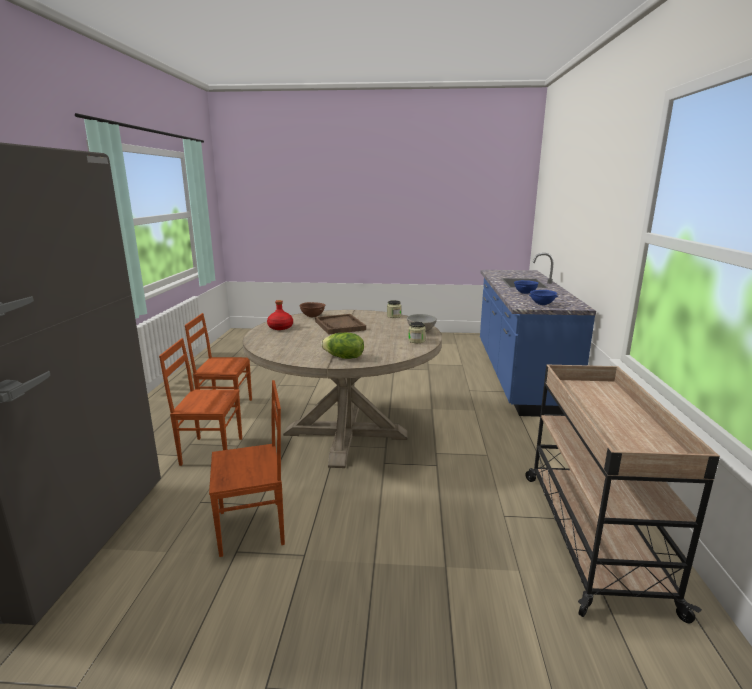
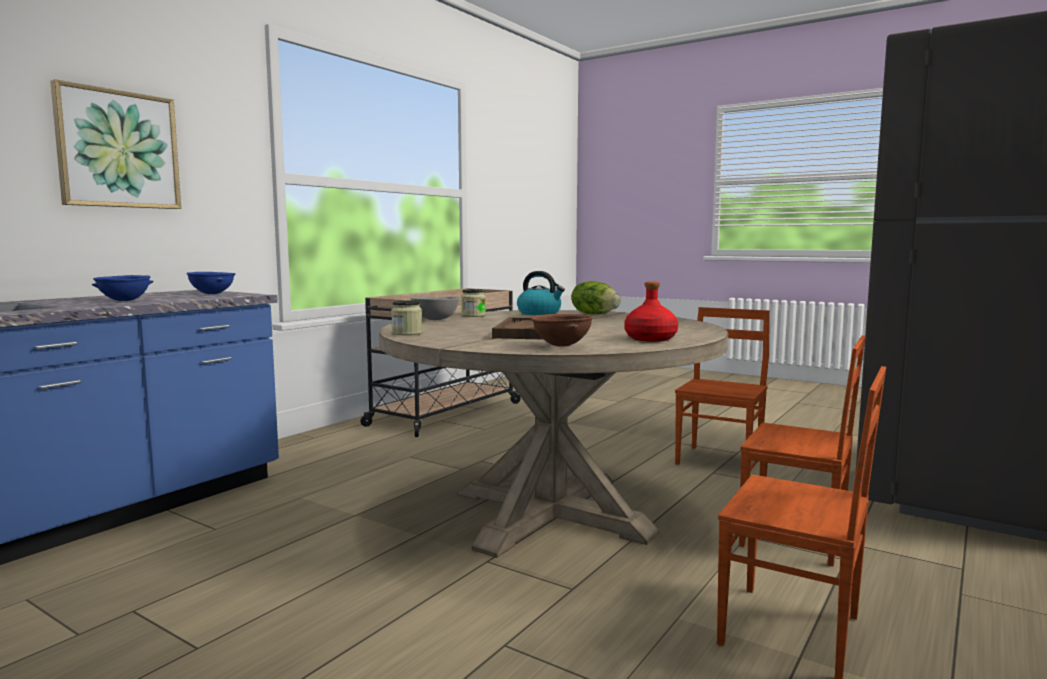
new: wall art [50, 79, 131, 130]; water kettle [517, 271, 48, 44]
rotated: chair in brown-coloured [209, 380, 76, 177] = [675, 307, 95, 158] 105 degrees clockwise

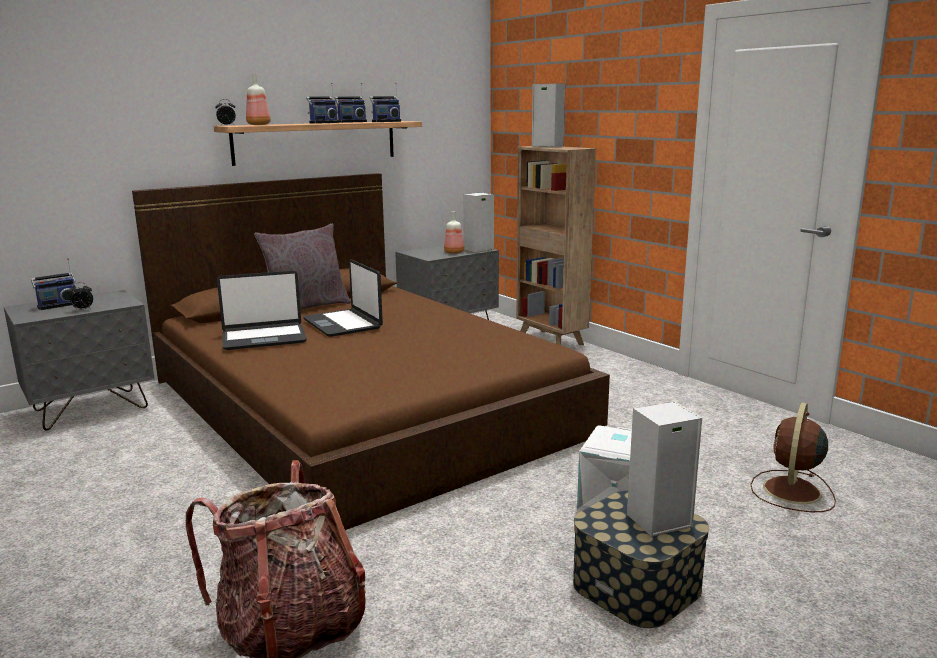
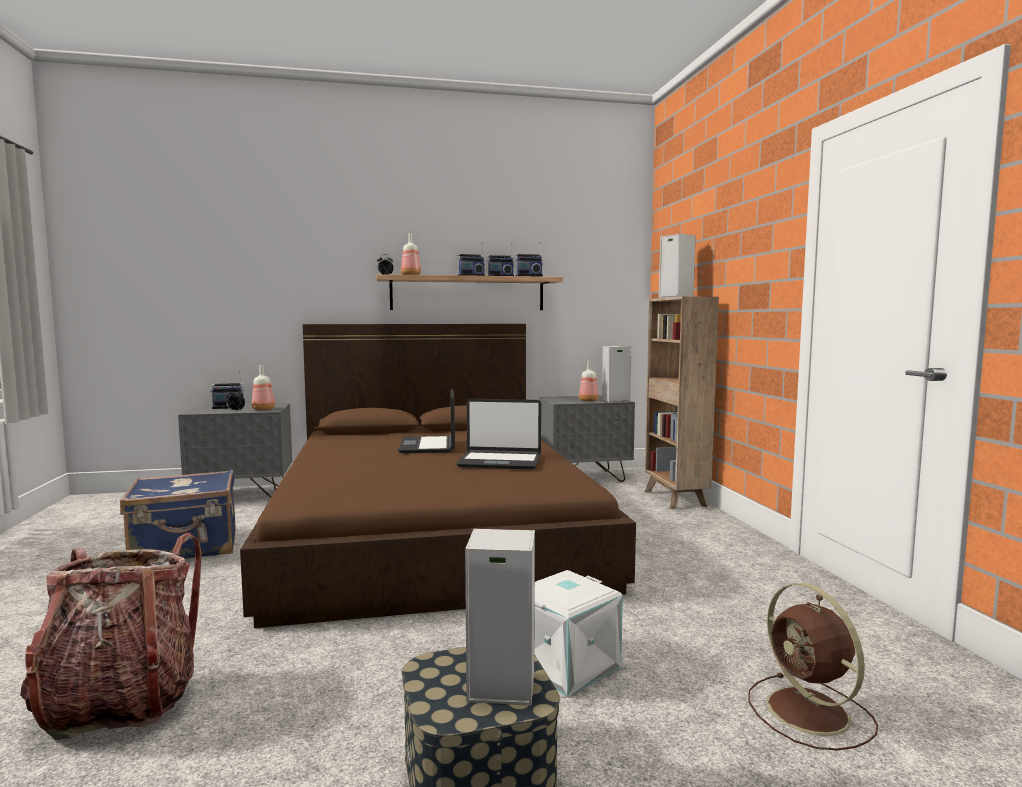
gone: cushion in greyish [254, 224, 97, 86]
new: suitcase in blue-coloured [120, 470, 116, 89]; drink bottle [252, 365, 23, 45]
shifted: notebook computer [217, 271, 90, 79] to [456, 399, 85, 70]
rotated: fan in brown-coloured [750, 403, 86, 109] = [748, 583, 130, 168] 75 degrees counterclockwise

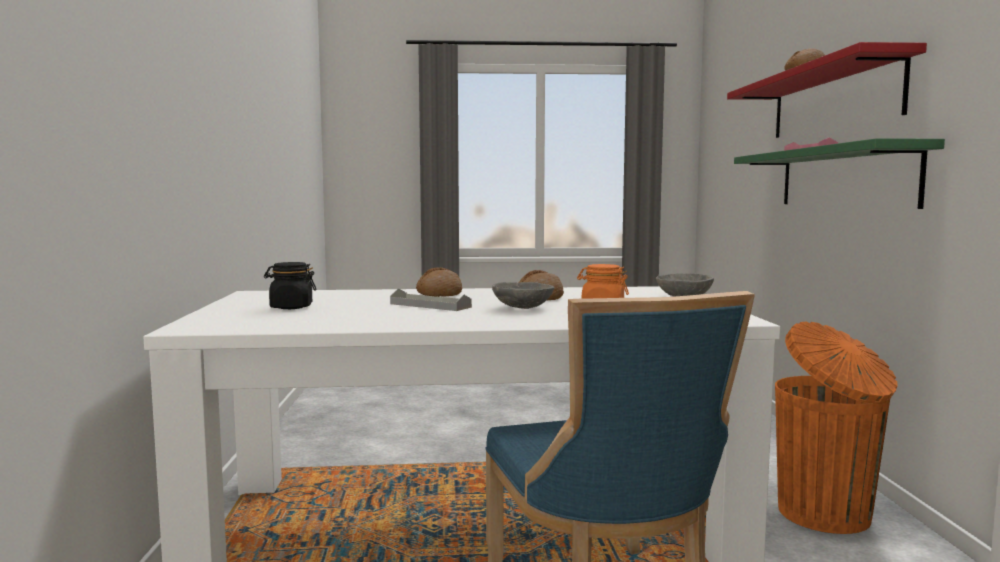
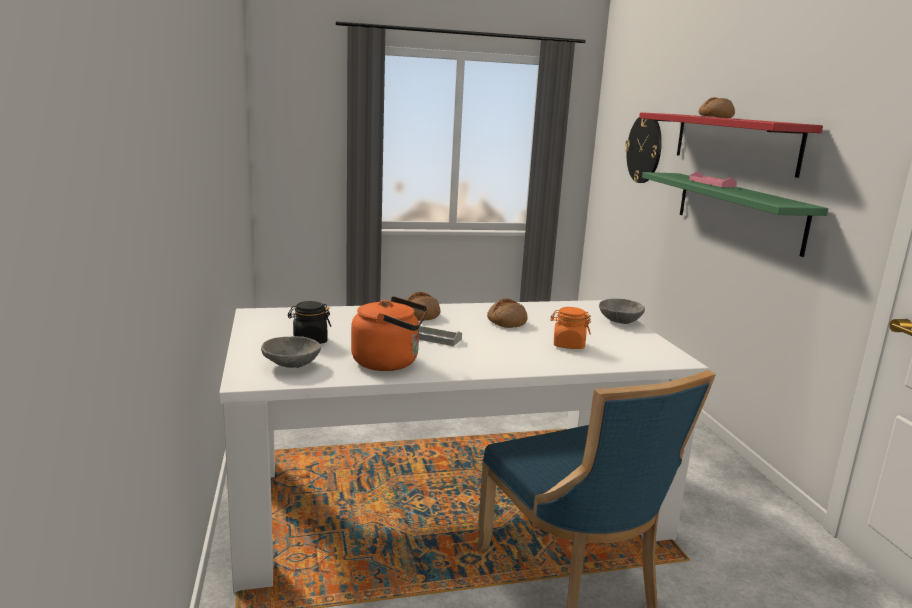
gone: rubbish bin in orangey [775, 321, 123, 213]
new: water kettle in orangey [351, 296, 77, 75]; wall clock [625, 117, 37, 66]
shifted: serving bowl in greyish [492, 282, 62, 27] to [261, 336, 60, 32]

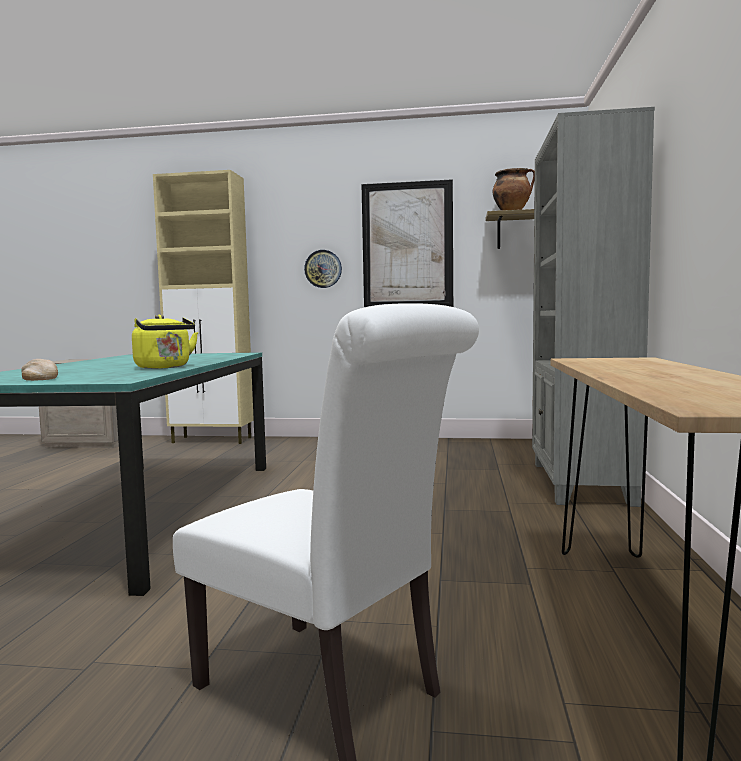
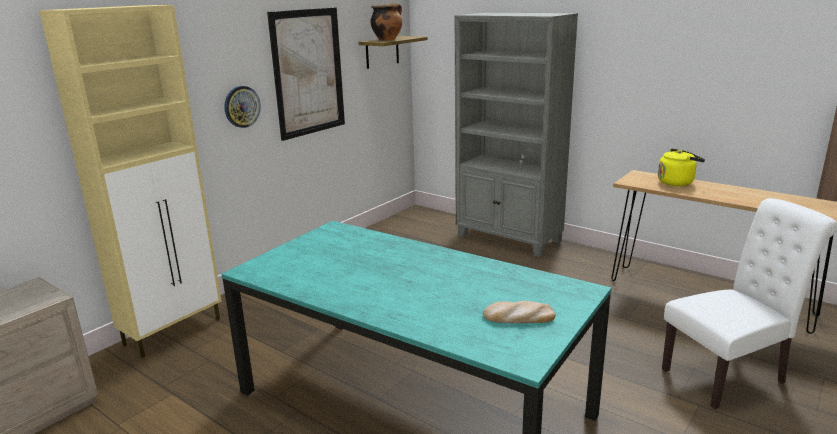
shifted: water kettle in yellow [132, 315, 66, 54] to [658, 149, 47, 37]

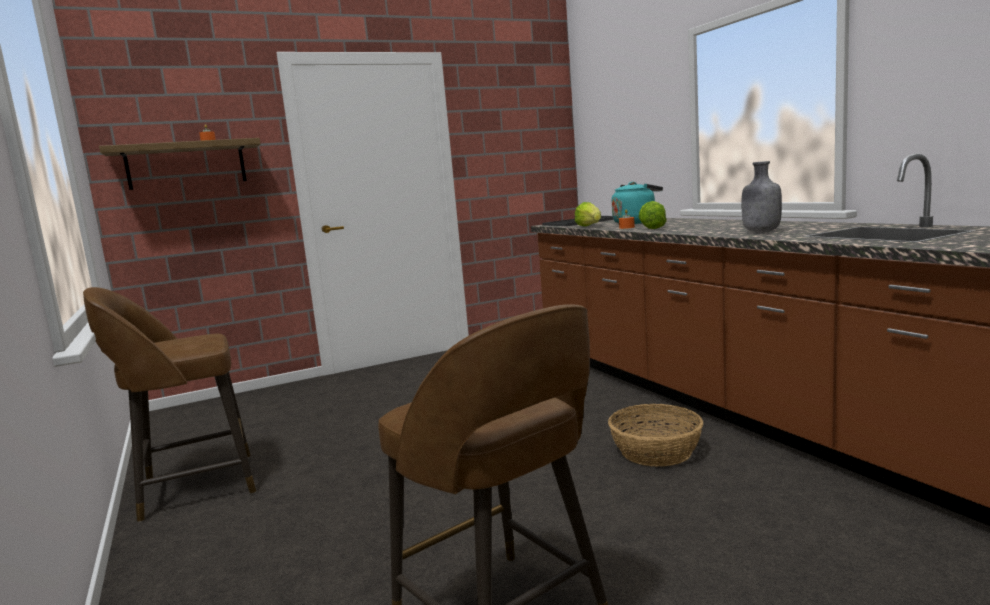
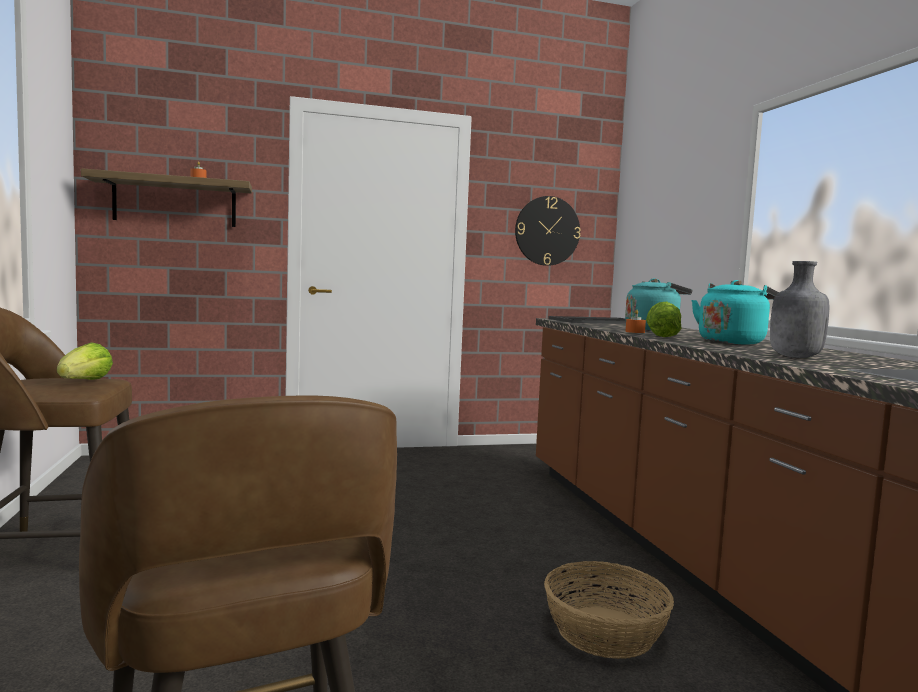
new: wall clock [515, 196, 66, 70]; water kettle in blue-green [691, 280, 88, 64]
shifted: lettuce [575, 202, 26, 24] to [57, 342, 56, 38]

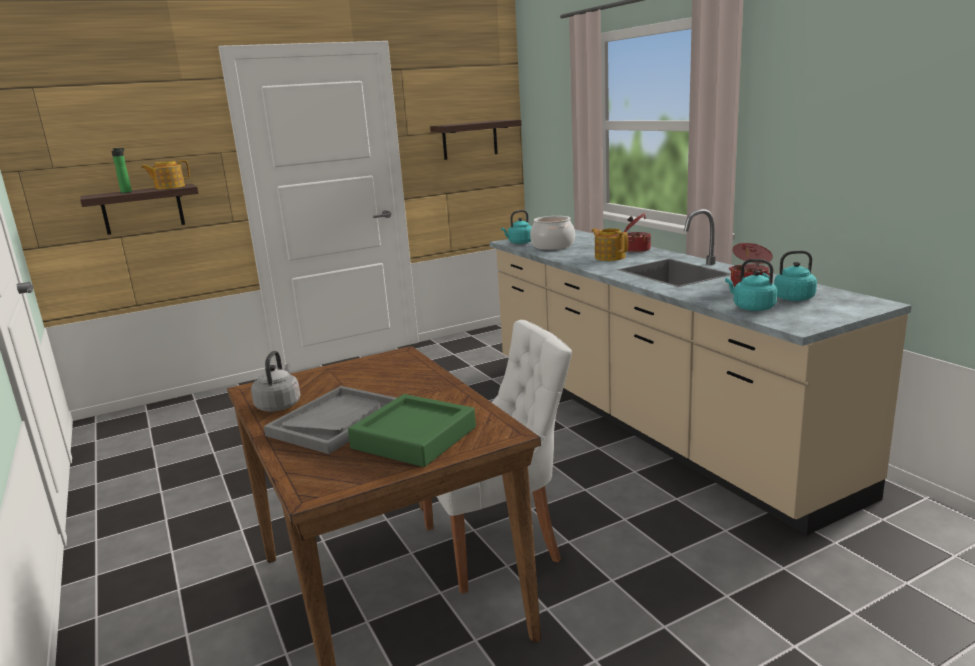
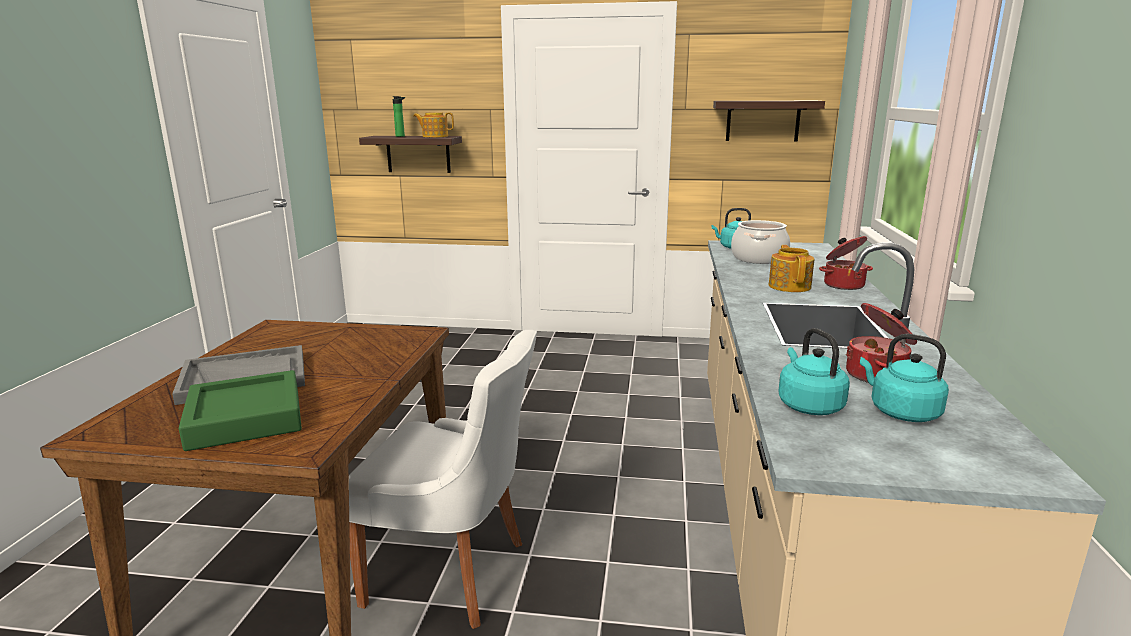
gone: water kettle in greyish [251, 351, 49, 61]

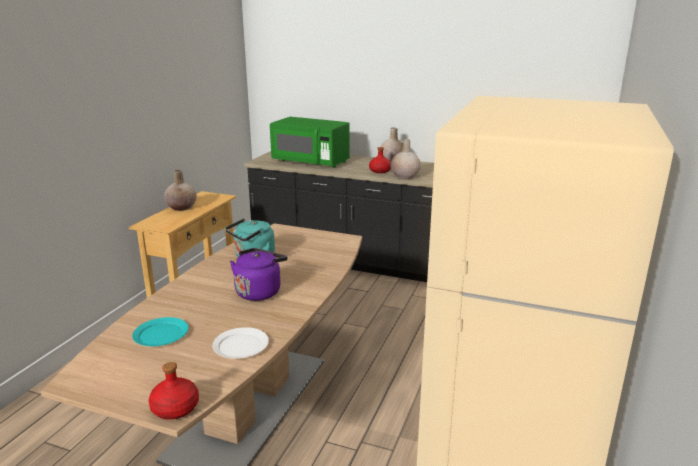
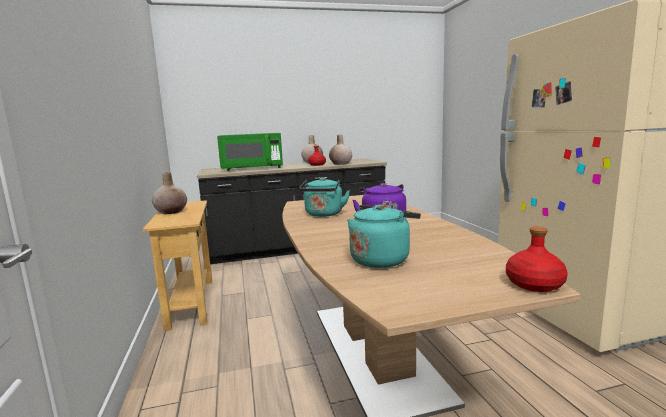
gone: flat dish in whitish [212, 327, 57, 32]
swapped: flat dish in blue-green [132, 317, 57, 29] to water kettle in blue-green [347, 205, 74, 63]

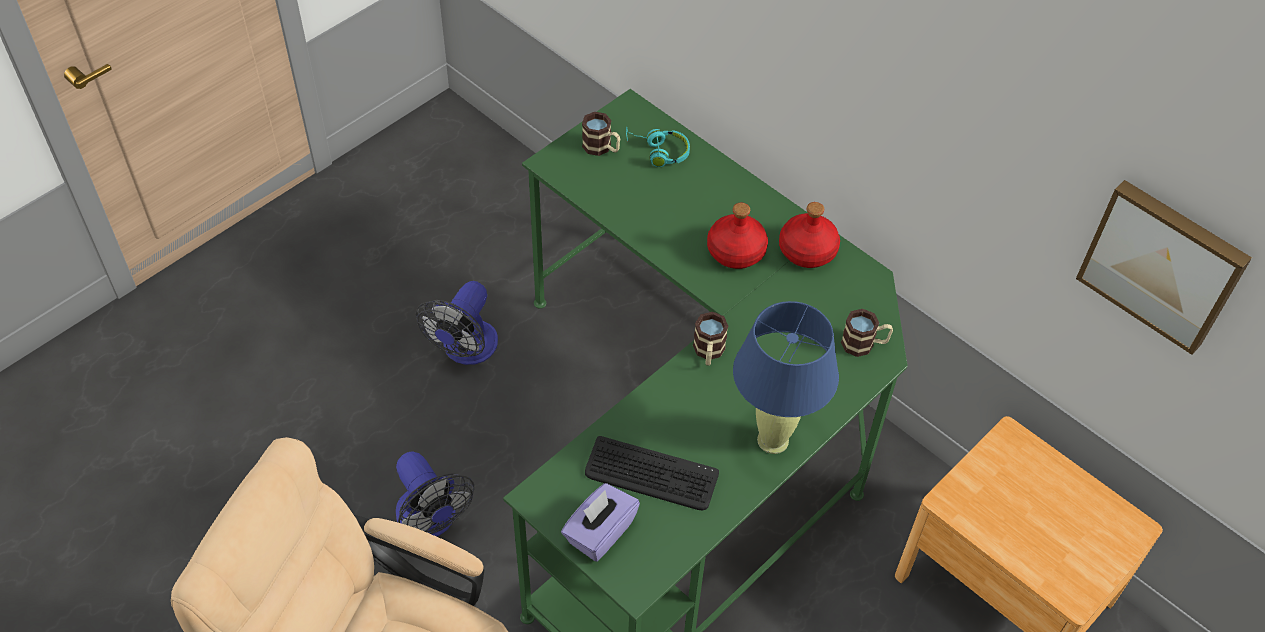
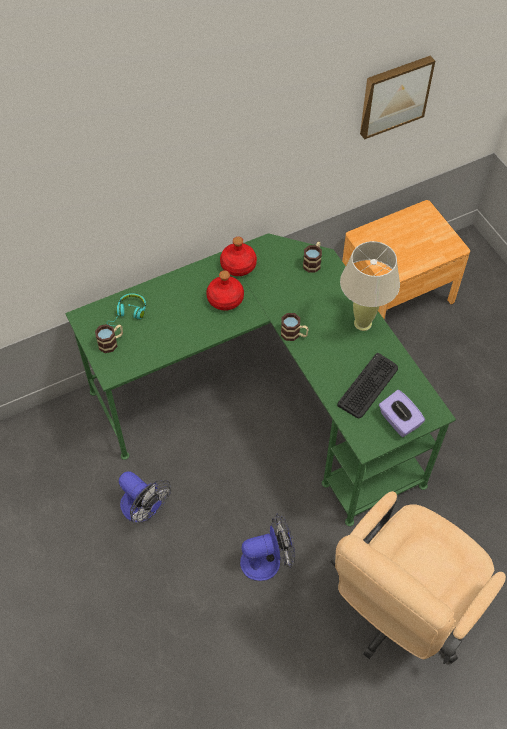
repainted: tabletop lamp in blue-coloured [733, 301, 106, 153] to tabletop lamp in beige [340, 241, 60, 90]

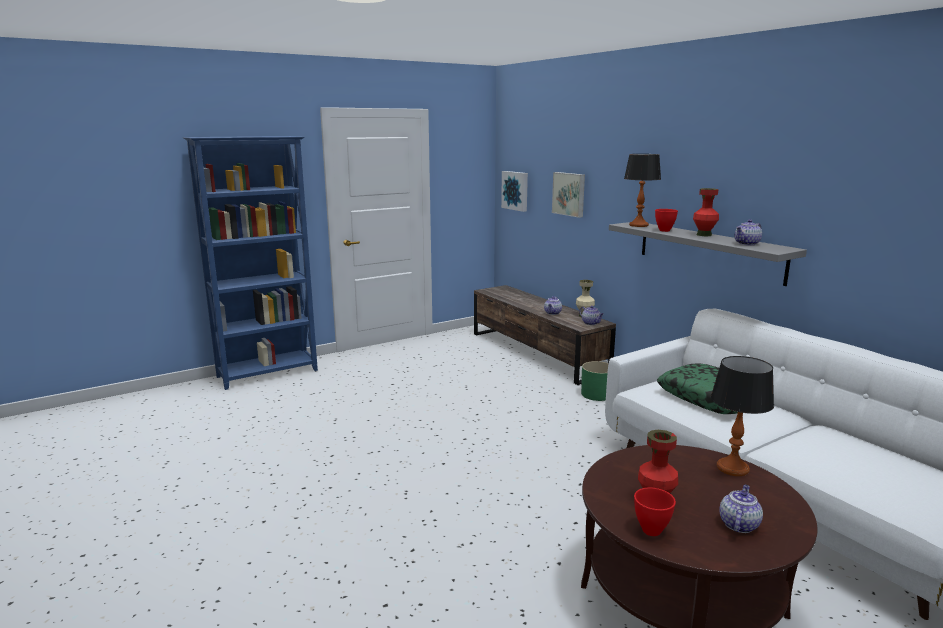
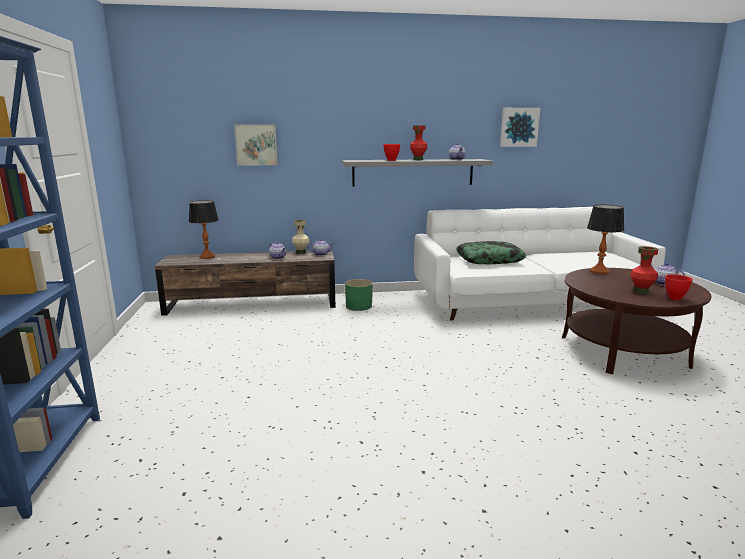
shifted: wall art [501, 171, 27, 41] to [500, 108, 40, 39]; tabletop lamp [624, 154, 37, 73] to [189, 200, 30, 59]

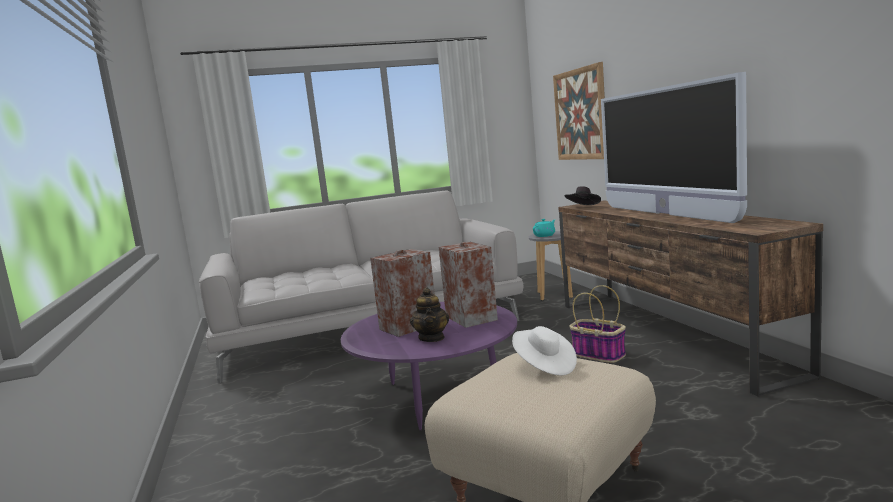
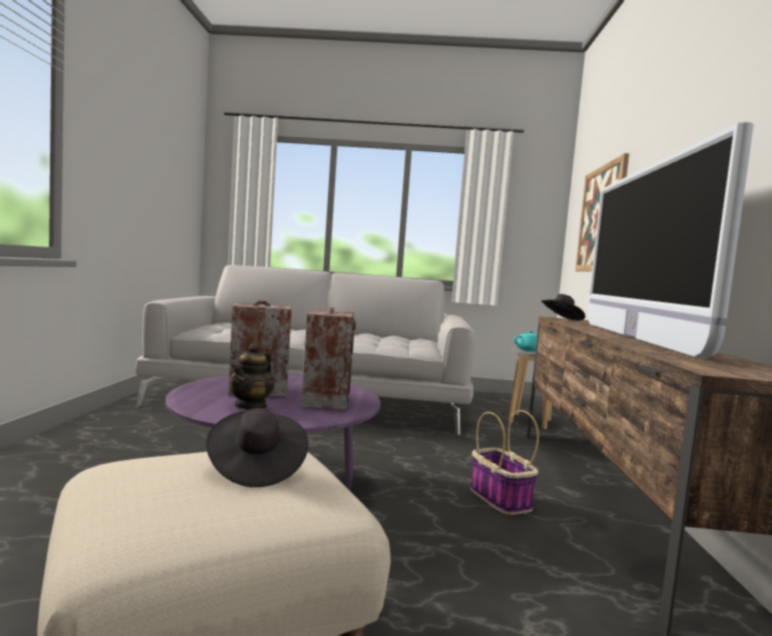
repainted: clothing hat in whitish [512, 326, 65, 49] to clothing hat in blackish [206, 408, 102, 79]

